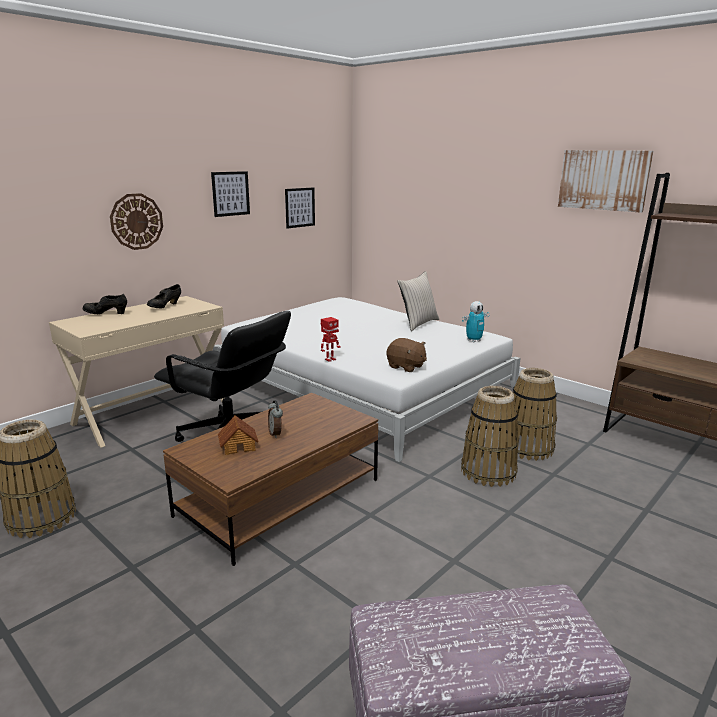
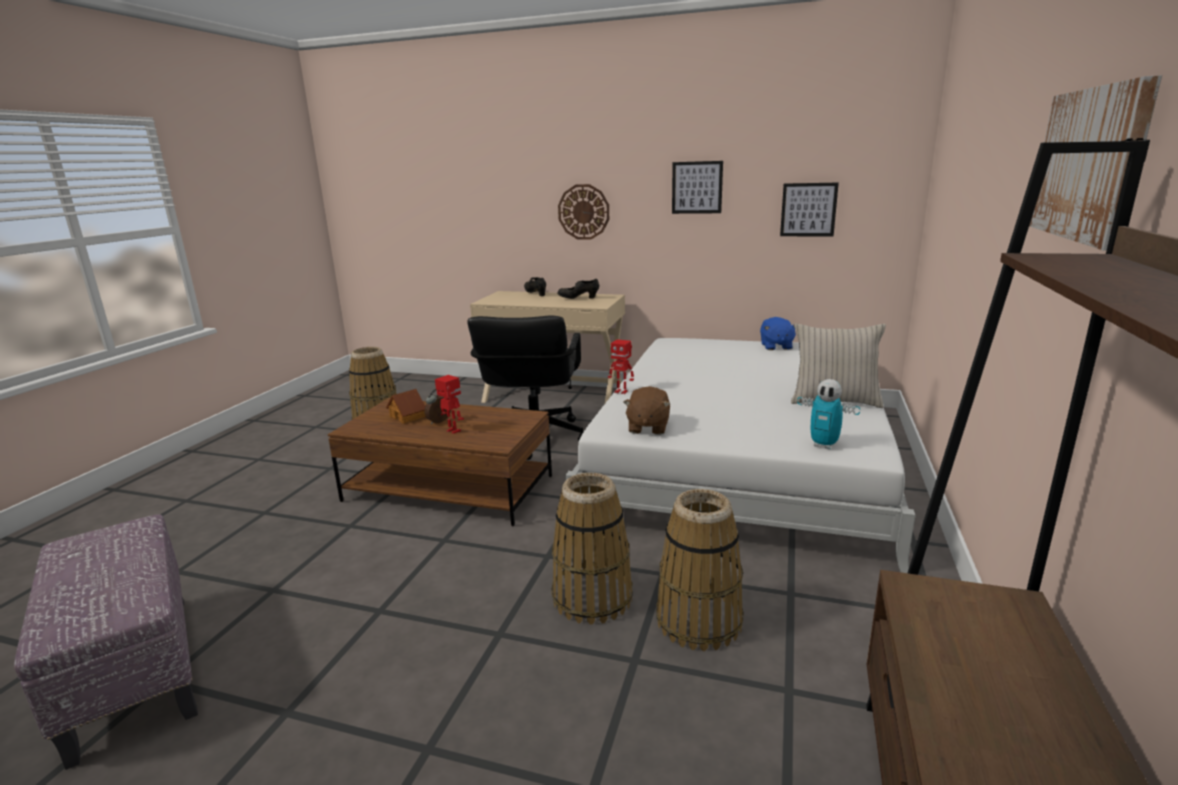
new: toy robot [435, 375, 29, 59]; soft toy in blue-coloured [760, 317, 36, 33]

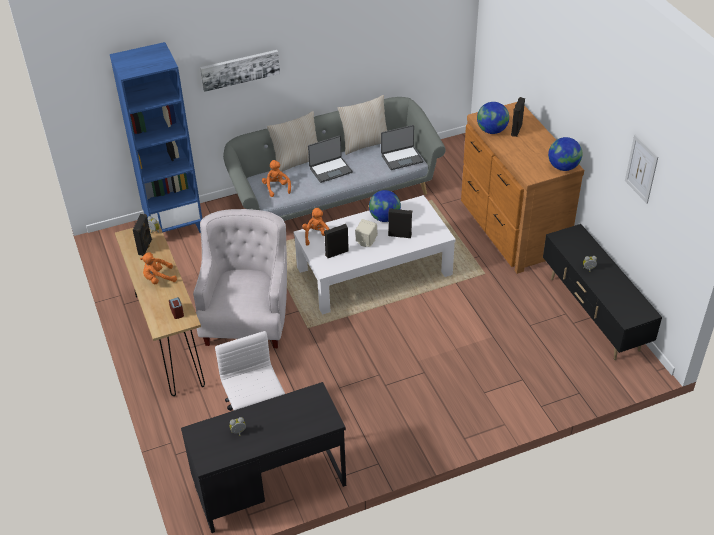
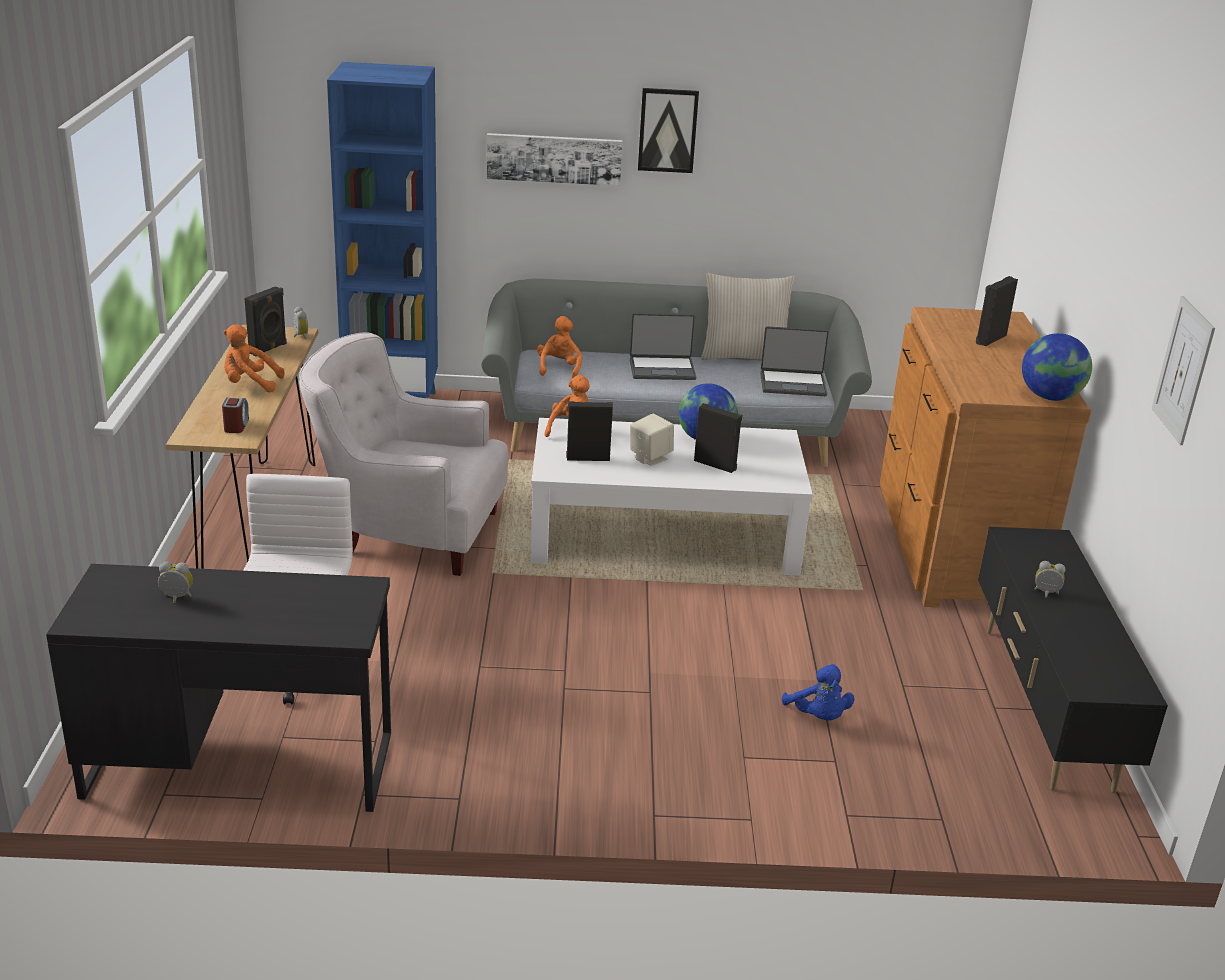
gone: cushion in beige [267, 111, 51, 61]; world globe [477, 102, 32, 32]
new: wall art [638, 88, 61, 85]; soft toy in blue-coloured [782, 664, 72, 57]
rotated: lounge chair in whitish [193, 209, 94, 139] = [299, 333, 209, 243] 105 degrees counterclockwise

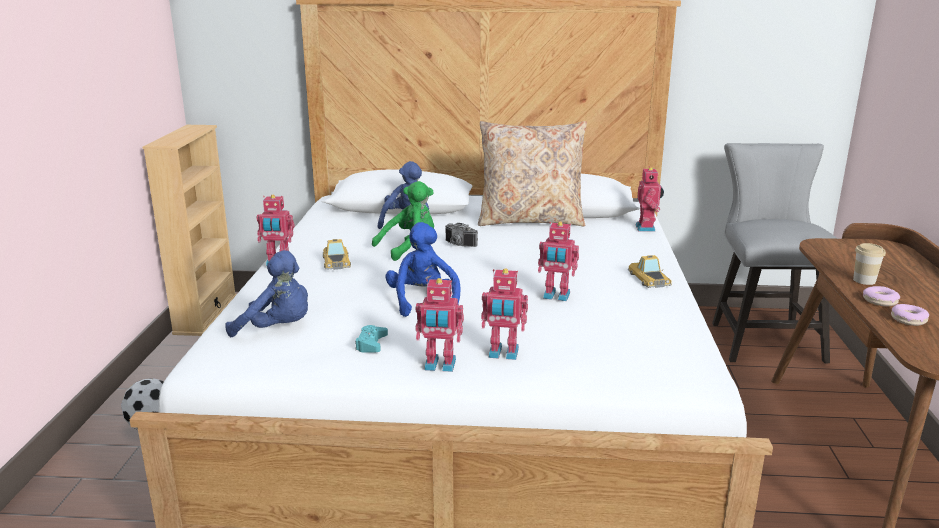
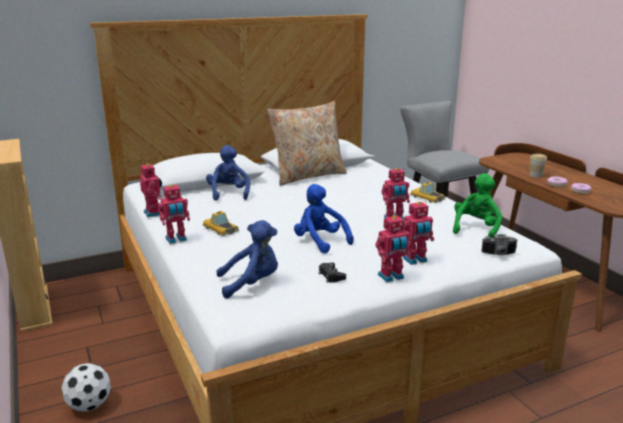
shifted: soft toy in green [372, 181, 62, 80] to [453, 173, 49, 65]; still camera [445, 223, 33, 24] to [481, 234, 37, 21]; toy robot [636, 166, 28, 66] to [140, 163, 22, 54]
repainted: joypad in blue-green [355, 325, 33, 28] to joypad in blackish [318, 263, 28, 20]

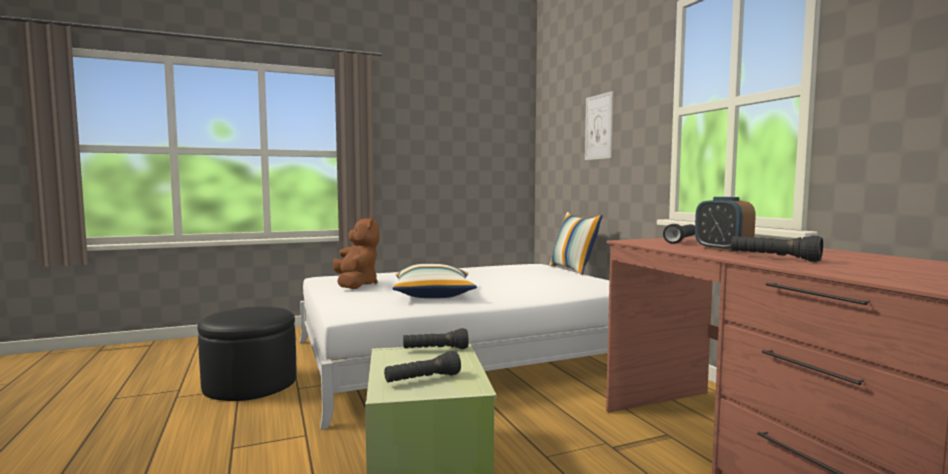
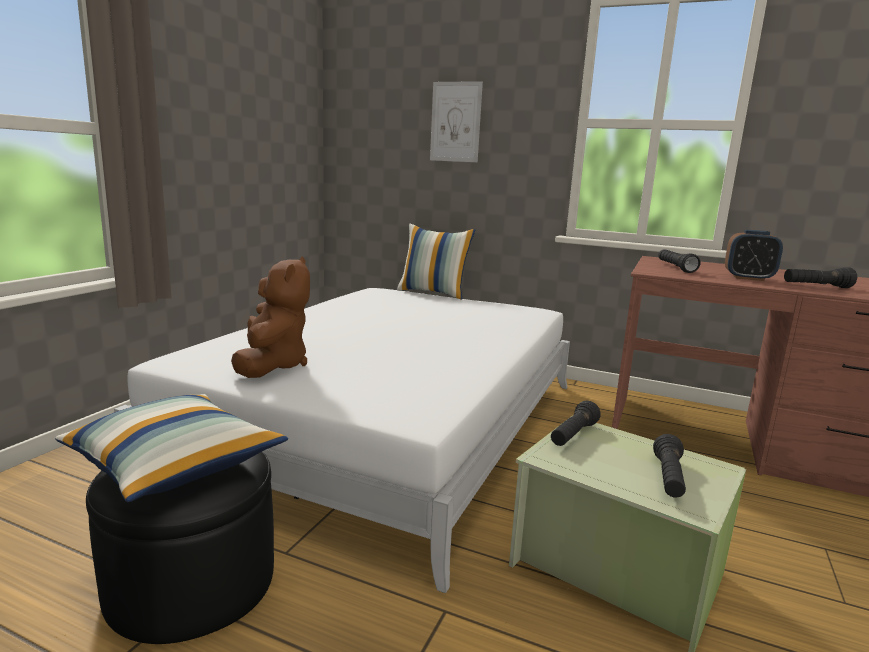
shifted: cushion [393, 264, 84, 34] to [55, 394, 233, 108]
rotated: soft toy in brown-coloured [333, 217, 47, 72] = [231, 256, 79, 122] 60 degrees clockwise

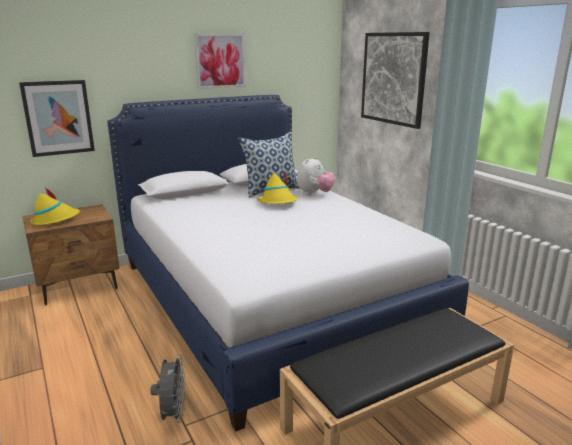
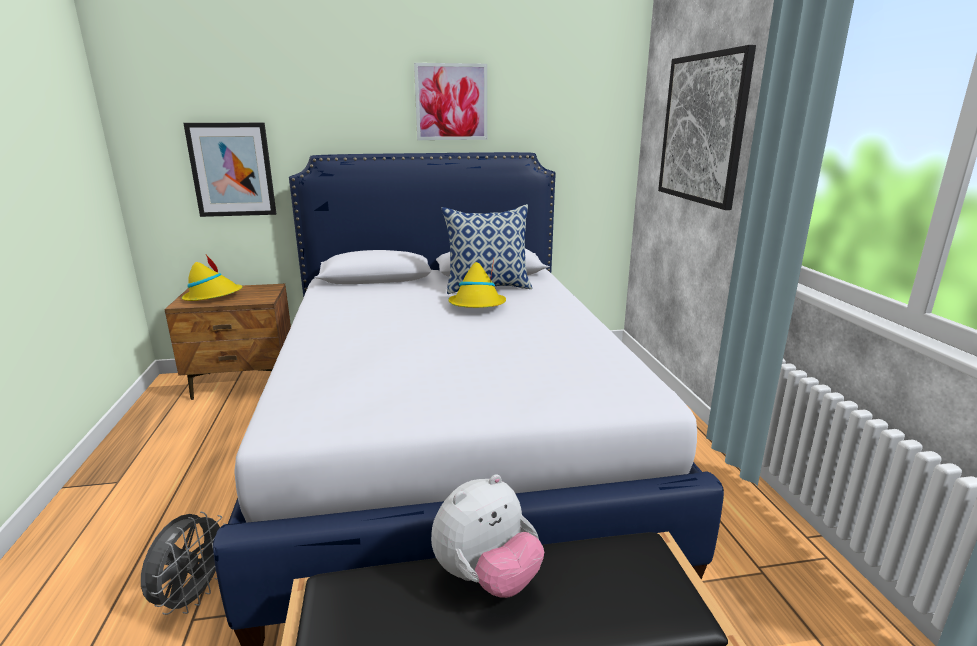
shifted: soft toy [297, 156, 38, 39] to [431, 474, 113, 124]

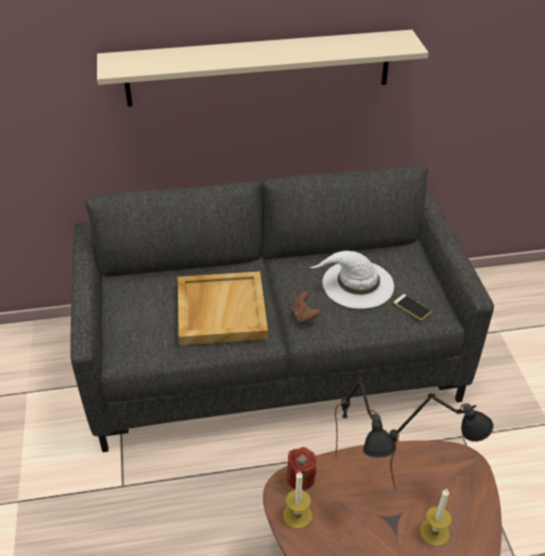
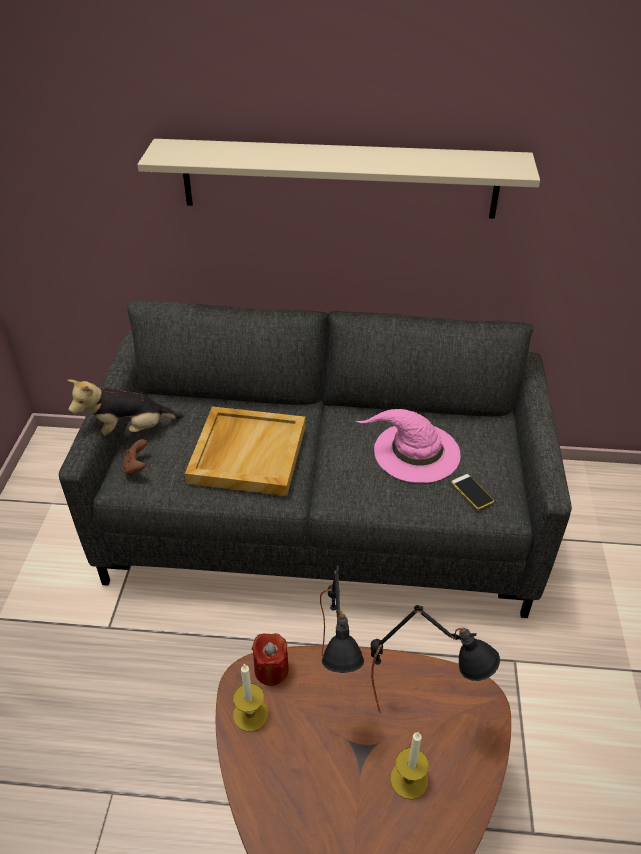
new: soft toy [67, 379, 117, 57]
shifted: joypad in brown-coloured [292, 292, 29, 32] to [122, 439, 25, 37]
repainted: clothing hat in whitish [310, 251, 84, 58] to clothing hat in pink [356, 409, 104, 74]

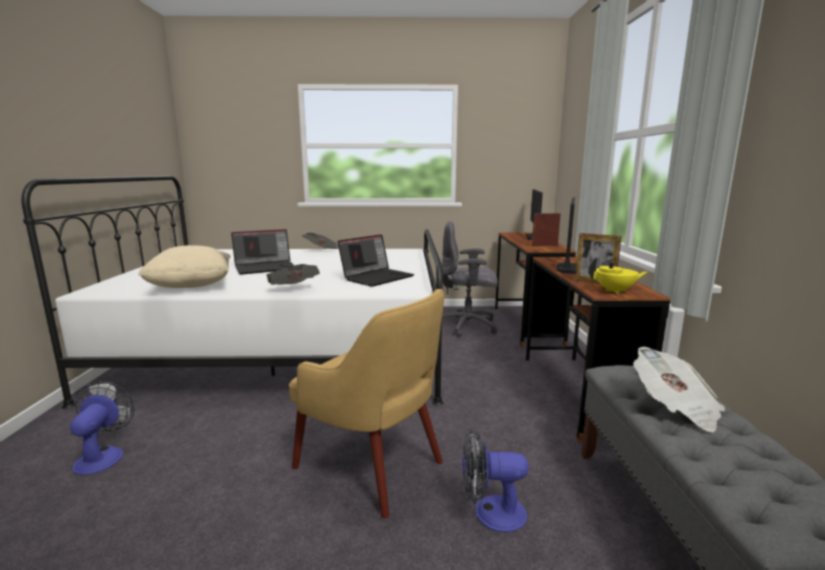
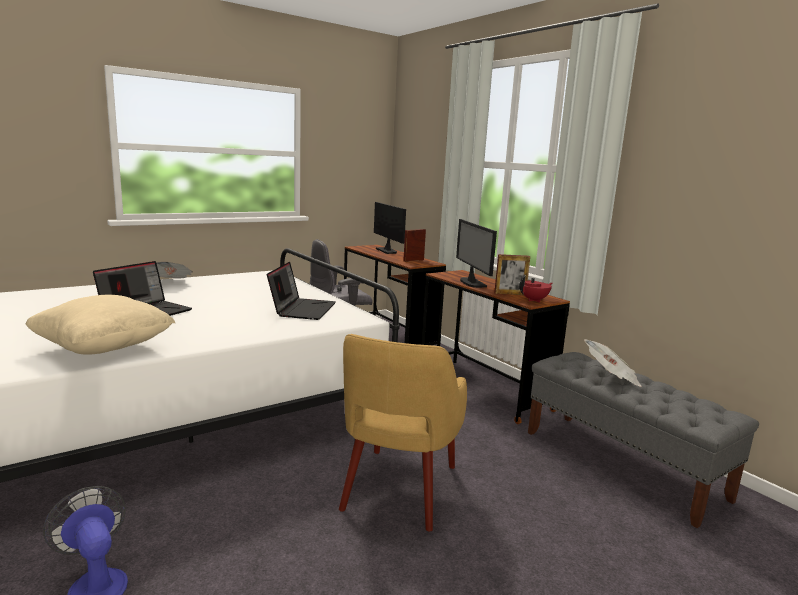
gone: newspaper [266, 264, 54, 21]; fan [462, 429, 67, 103]
repainted: tea pot in yellow [589, 257, 59, 37] to tea pot in reddish [519, 275, 34, 28]
rotated: lounge chair in yellow [289, 289, 155, 230] = [339, 334, 128, 198] 105 degrees clockwise

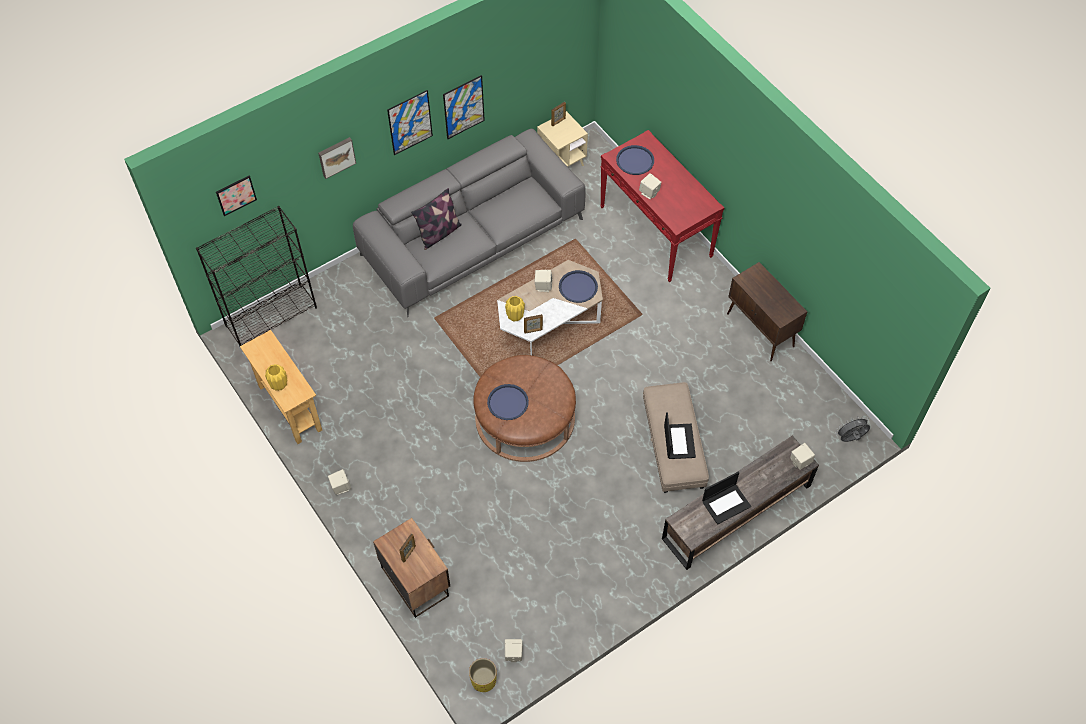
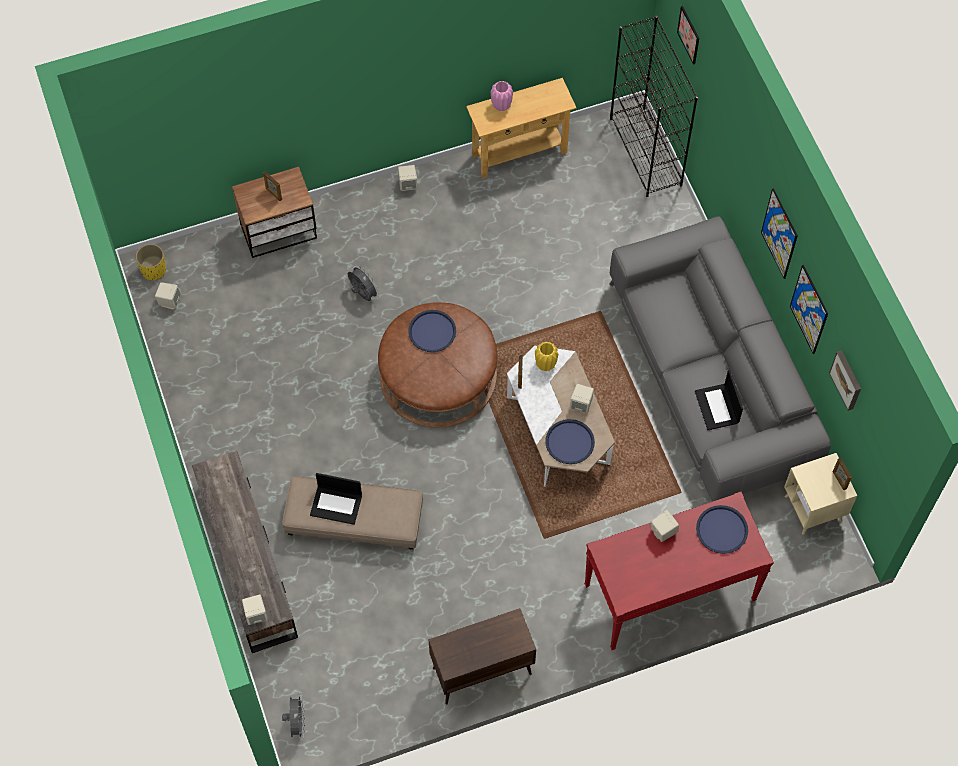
gone: cushion [411, 188, 51, 62]
new: fan in greyish [348, 265, 32, 36]
shifted: wall art [318, 137, 38, 42] to [829, 350, 32, 61]; notebook computer [702, 471, 49, 54] to [695, 370, 48, 60]
repainted: flower vase in yellow [265, 364, 22, 27] to flower vase in pink [491, 81, 22, 30]

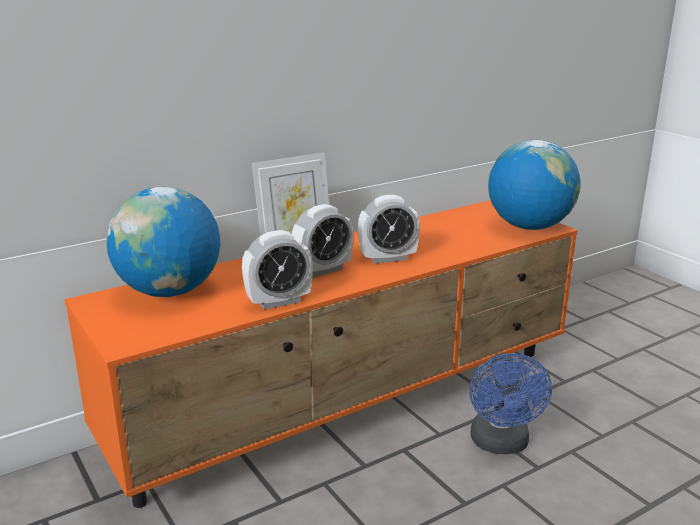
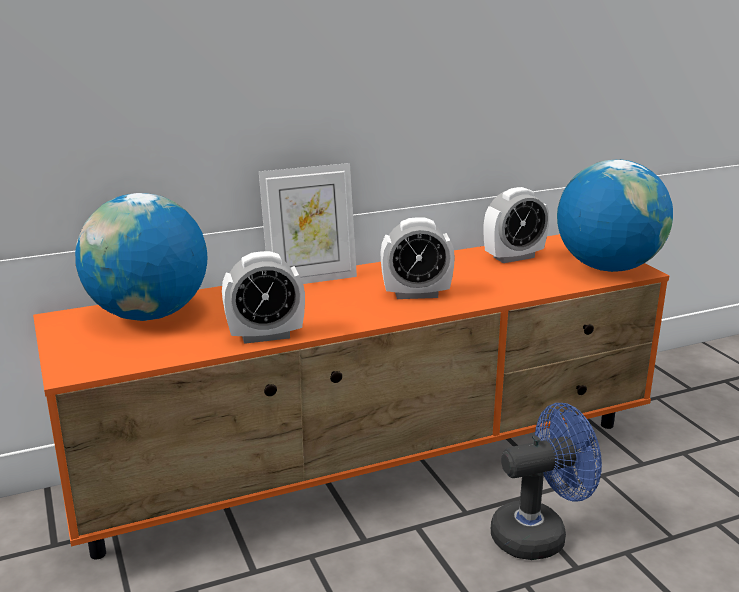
shifted: bedside clock [292, 204, 61, 74] to [483, 187, 66, 76]
rotated: fan in blue-coloured [469, 353, 83, 101] = [491, 403, 111, 157] 120 degrees counterclockwise

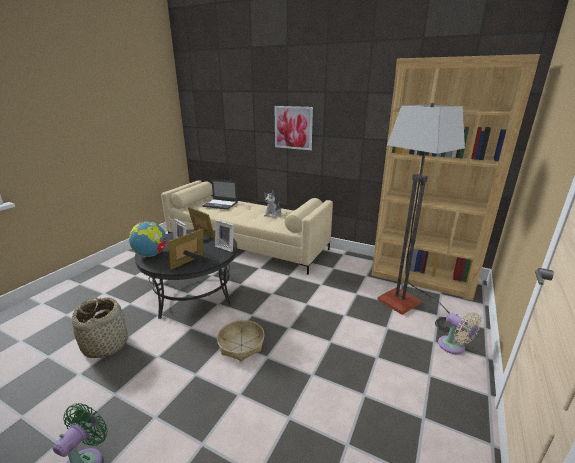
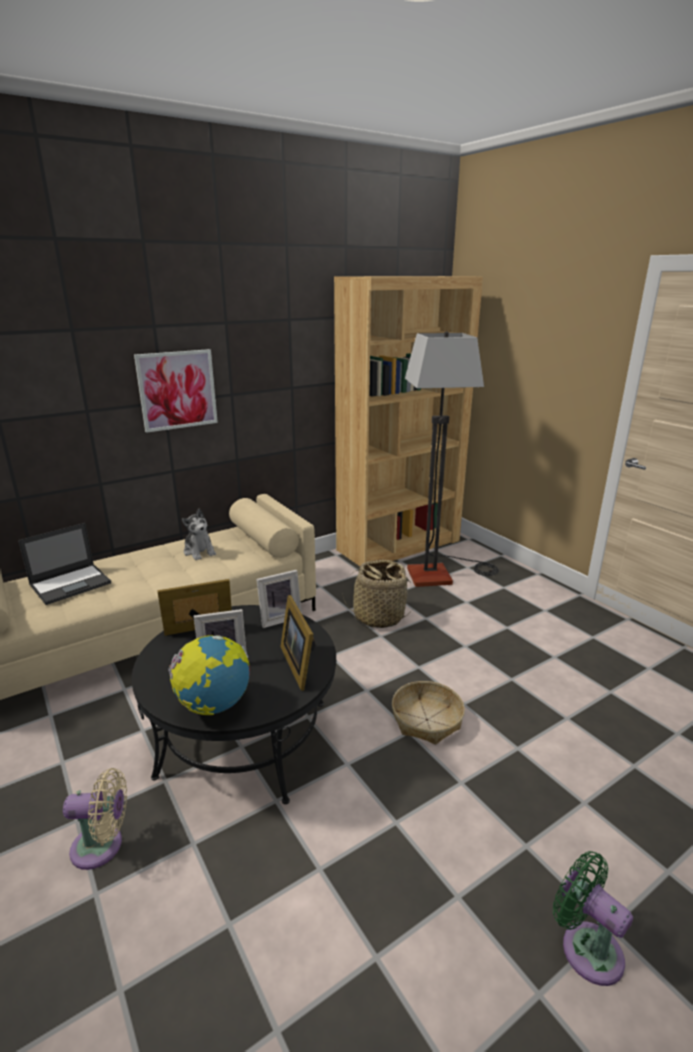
shifted: storage basket [72, 297, 56, 62] to [342, 560, 70, 68]; fan in beige [438, 312, 43, 42] to [63, 768, 64, 102]

